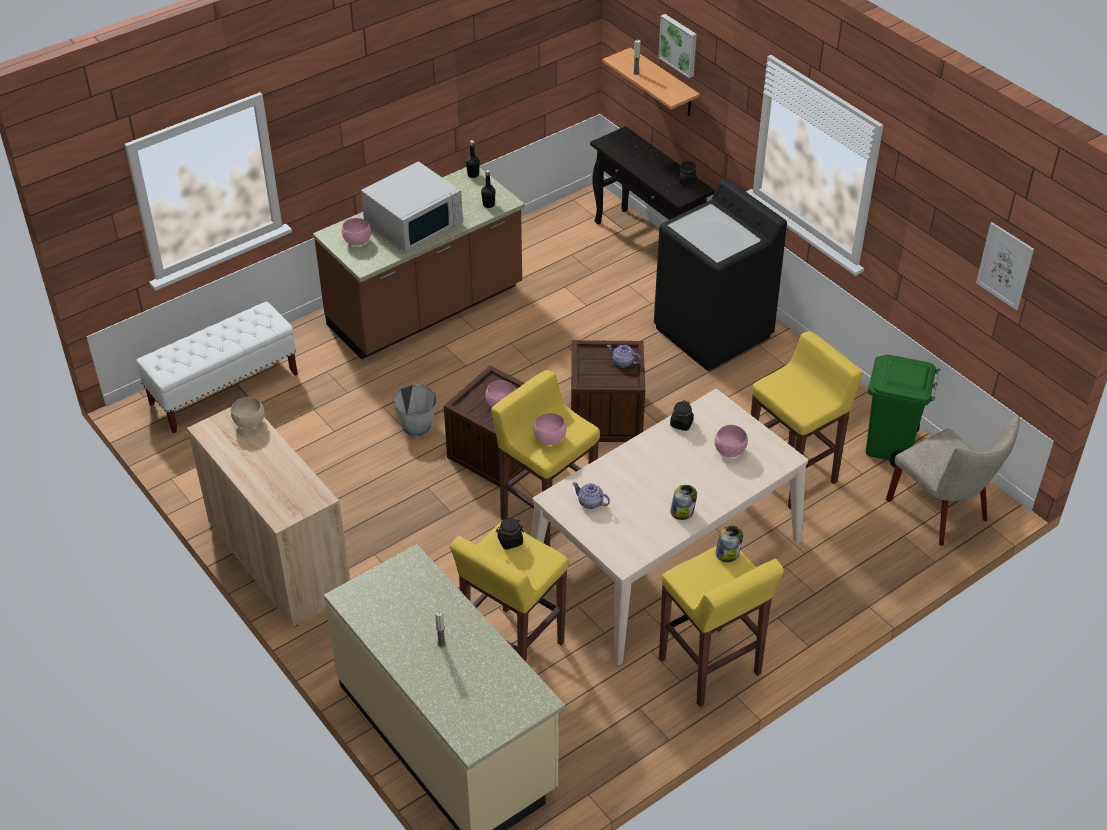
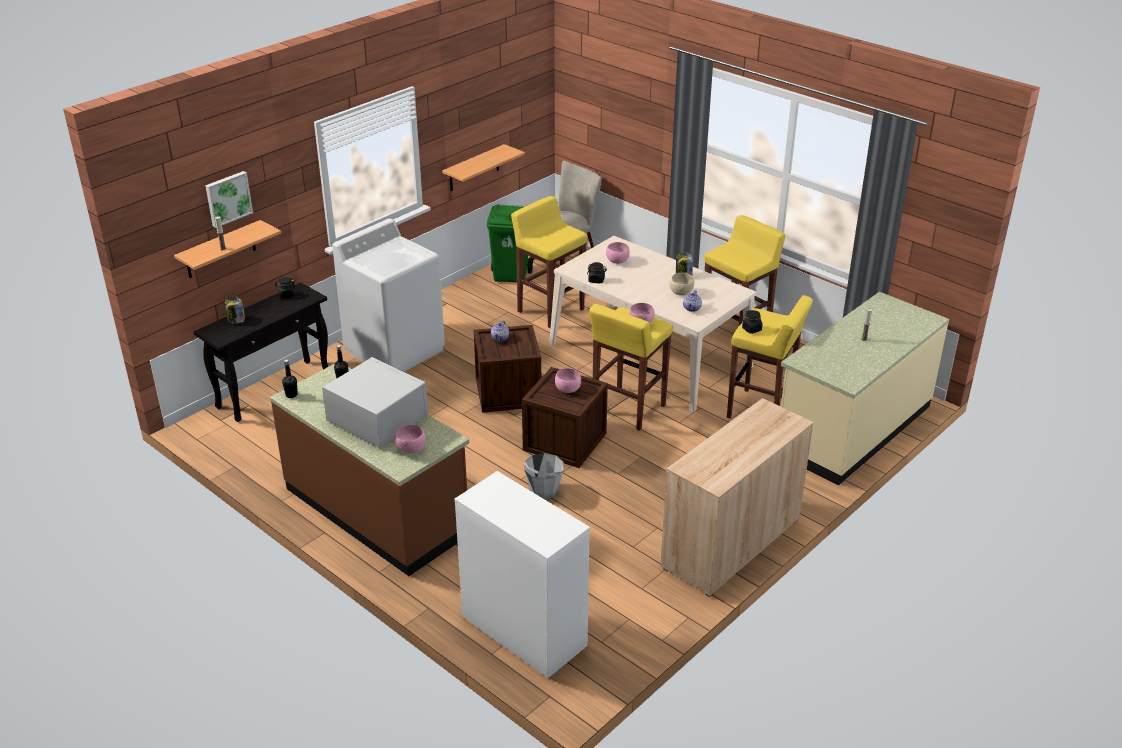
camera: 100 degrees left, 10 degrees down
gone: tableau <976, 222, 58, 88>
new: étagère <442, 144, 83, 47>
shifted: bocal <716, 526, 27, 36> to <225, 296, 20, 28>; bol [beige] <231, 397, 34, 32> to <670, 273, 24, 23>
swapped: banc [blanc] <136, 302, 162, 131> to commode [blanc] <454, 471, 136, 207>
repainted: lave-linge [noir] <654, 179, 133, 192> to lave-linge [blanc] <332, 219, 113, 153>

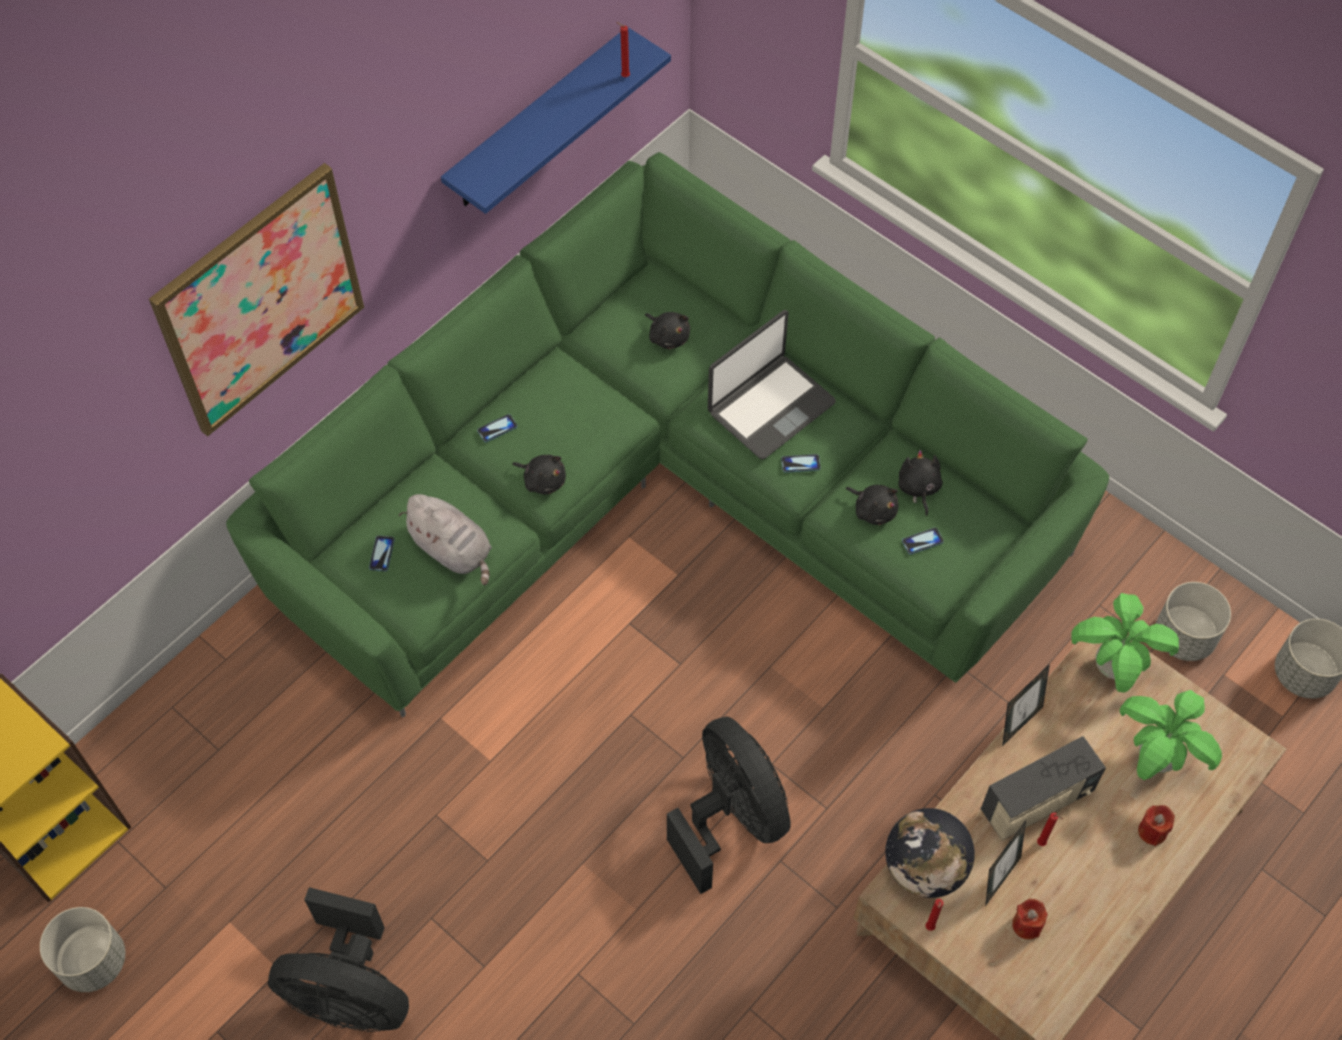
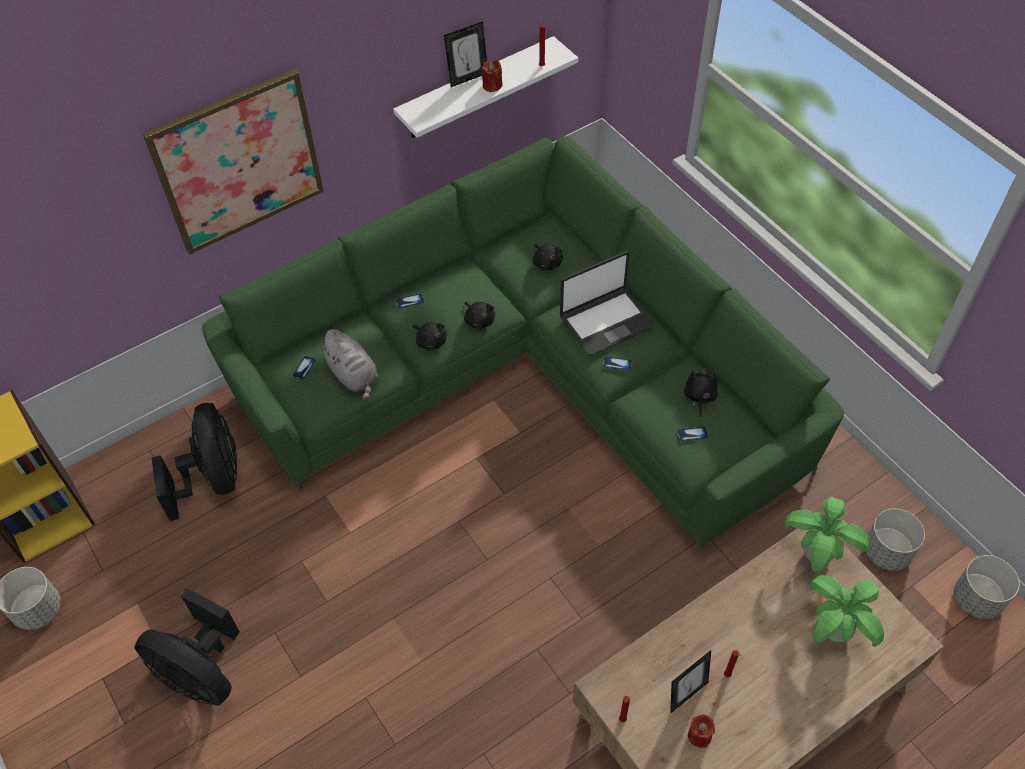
camera: 15 degrees right, 5 degrees down
gone: globe <885, 808, 90, 90>; radio <981, 736, 125, 104>
shifted: ventilateur [noir] <667, 716, 124, 178> to <151, 403, 86, 118>; cadre photo <1002, 664, 48, 82> to <444, 21, 43, 66>; peluche [noir] <846, 485, 52, 40> to <464, 302, 31, 27>; bougie [rouge] <1138, 805, 37, 41> to <481, 60, 22, 32>
repainted: étagère [bleu] <441, 27, 230, 187> to étagère [blanc] <393, 36, 185, 102>

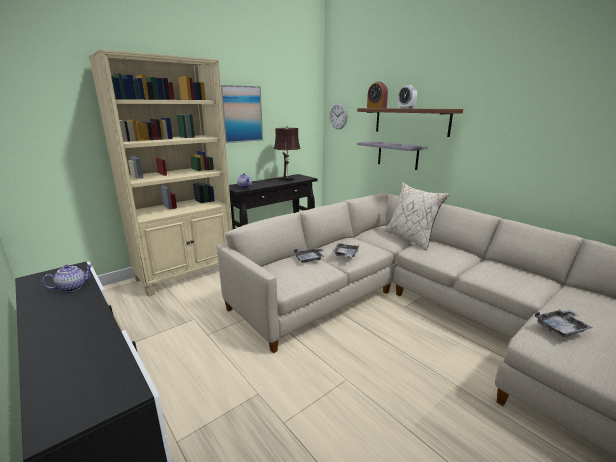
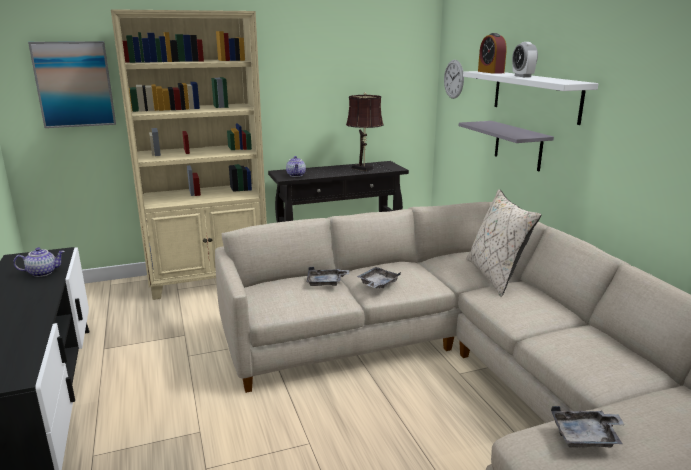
camera: 20 degrees right, 0 degrees up
shifted: tableau <221, 85, 42, 58> to <28, 41, 88, 87>
repainted: étagère [marron] <357, 108, 106, 29> to étagère [blanc] <463, 71, 136, 54>

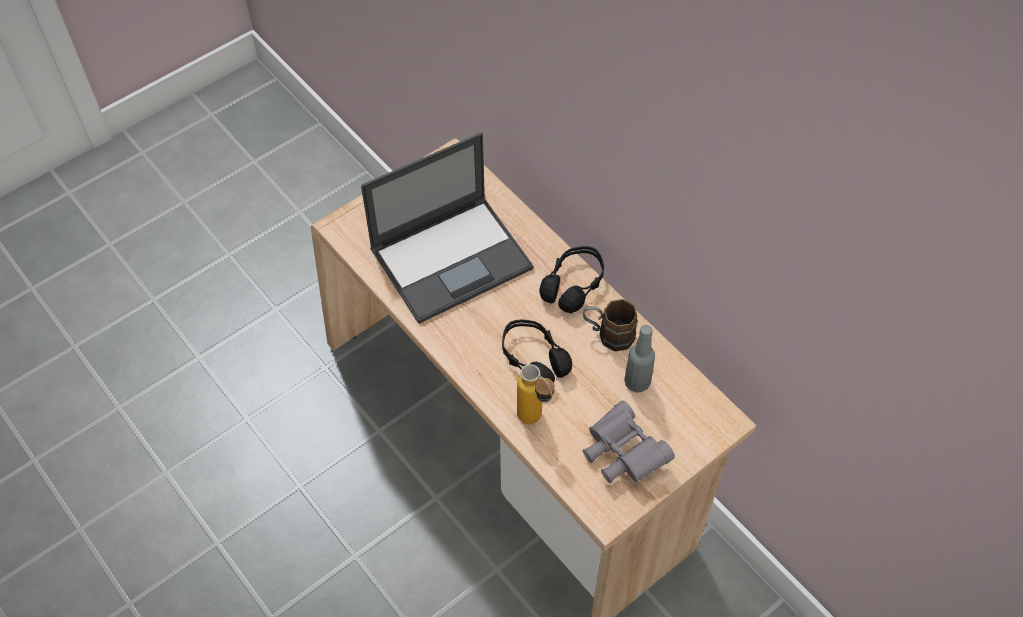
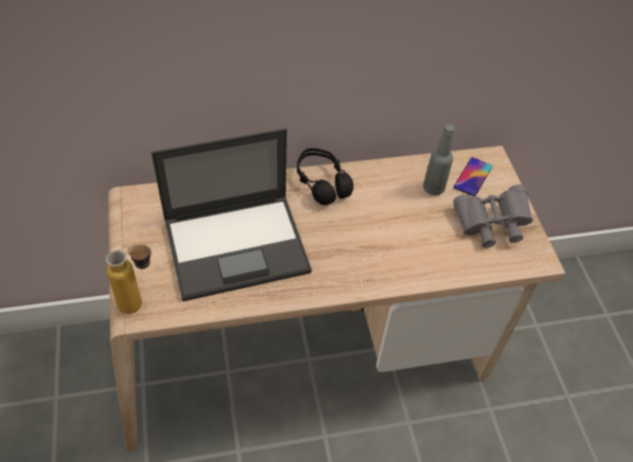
camera: 65 degrees left, 5 degrees down
gone: casque audio [noir] <502, 320, 70, 62>; mug [marron] <583, 299, 55, 52>
new: téléphone <454, 157, 38, 39>
shifted: bouteille <517, 364, 38, 60> to <106, 244, 46, 70>
rotated: ordinateur portable <361, 133, 173, 191> = <151, 128, 161, 173> 75 degrees clockwise

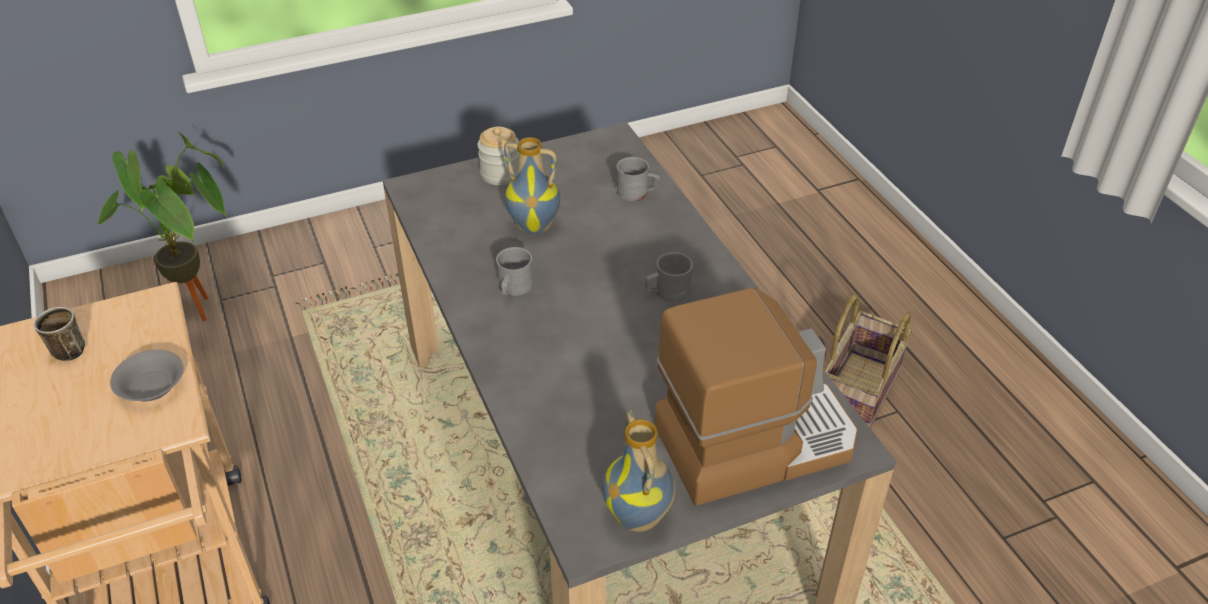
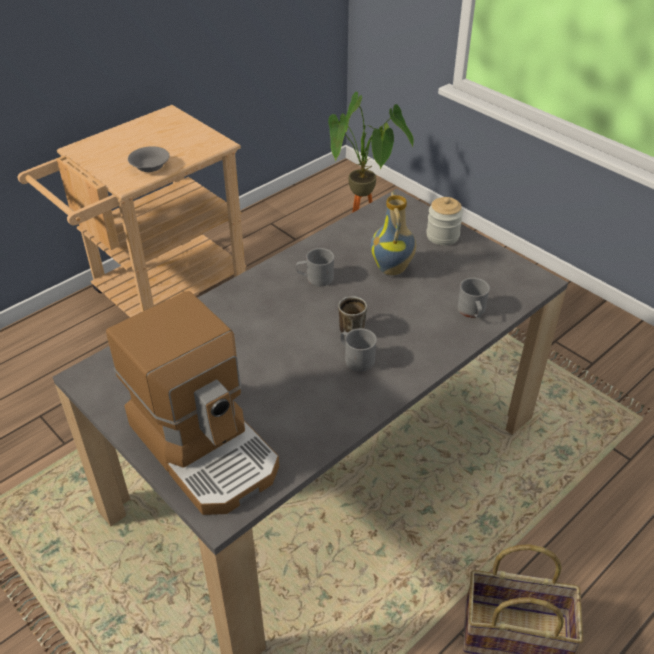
camera: 70 degrees right, 0 degrees up
gone: vase <602, 410, 74, 122>
shifted: mug <34, 307, 51, 54> to <338, 296, 29, 40>

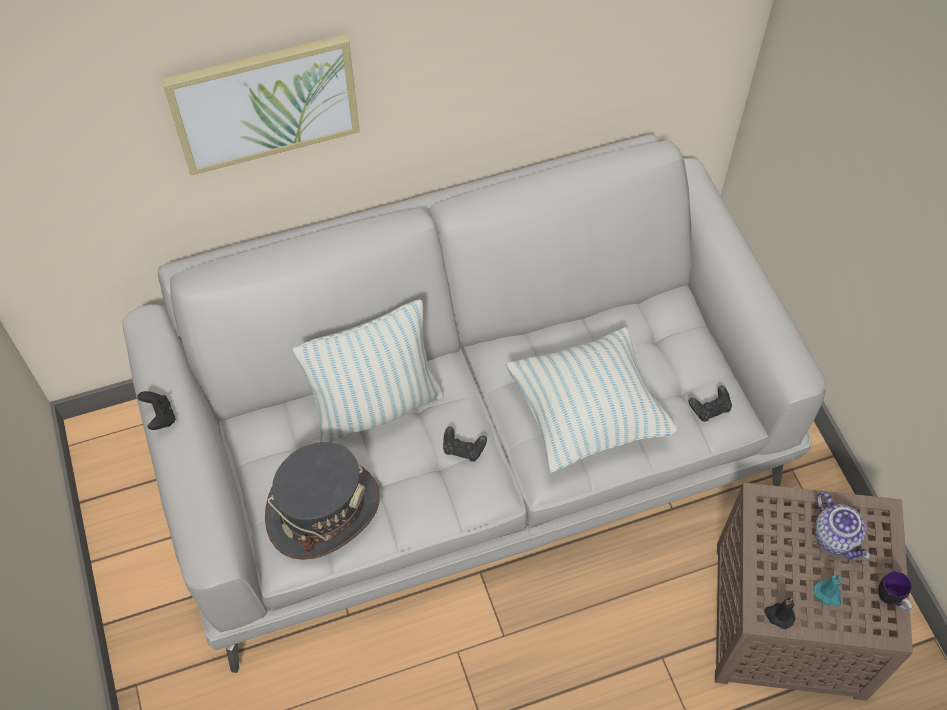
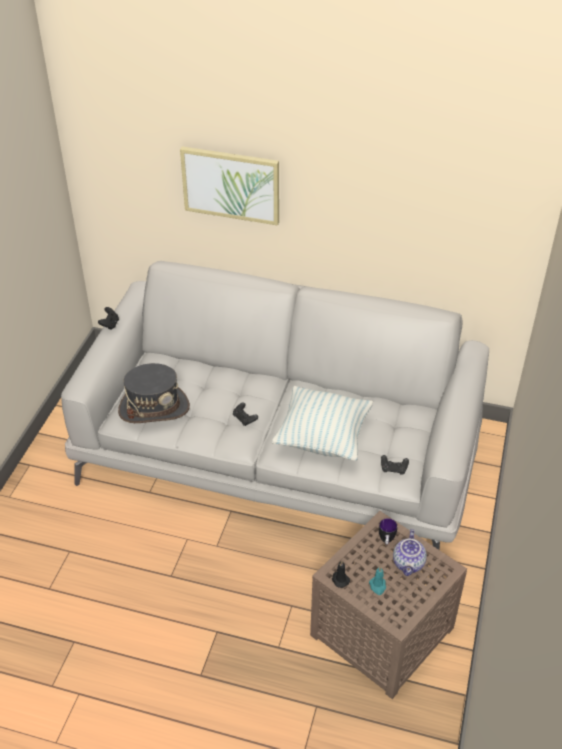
camera: 35 degrees right, 15 degrees down
gone: coussin <293, 299, 151, 144>
shifted: mug <878, 571, 34, 40> to <379, 518, 18, 27>

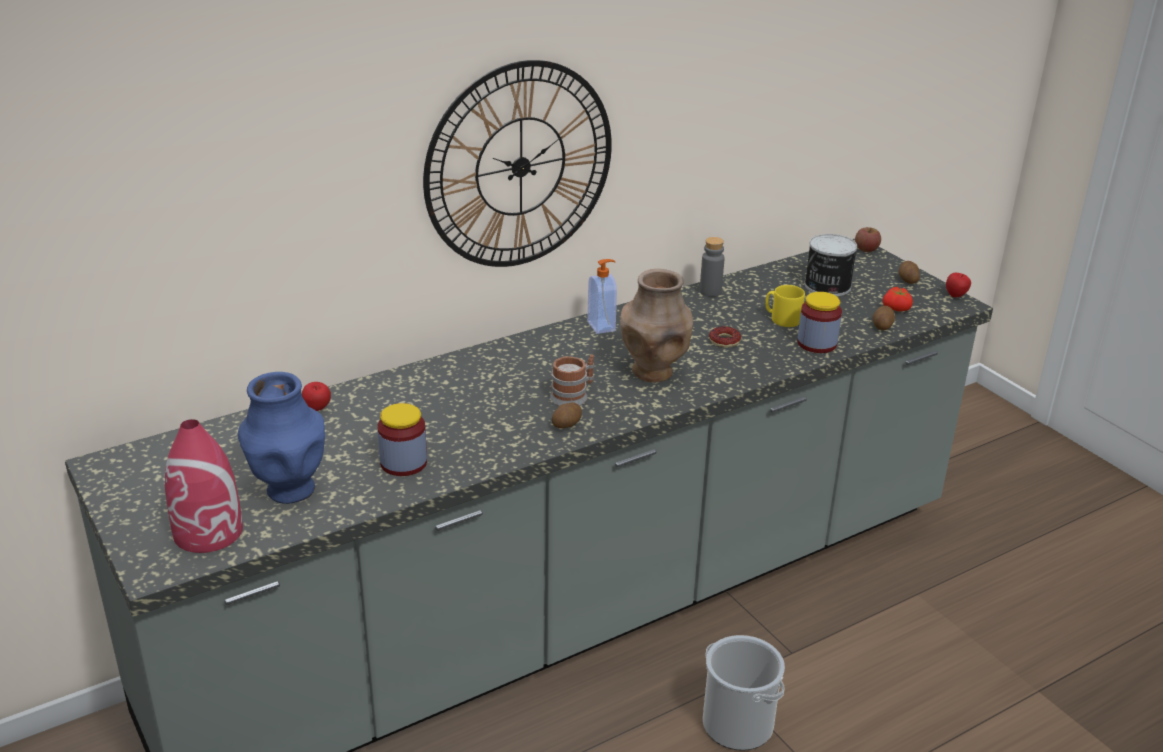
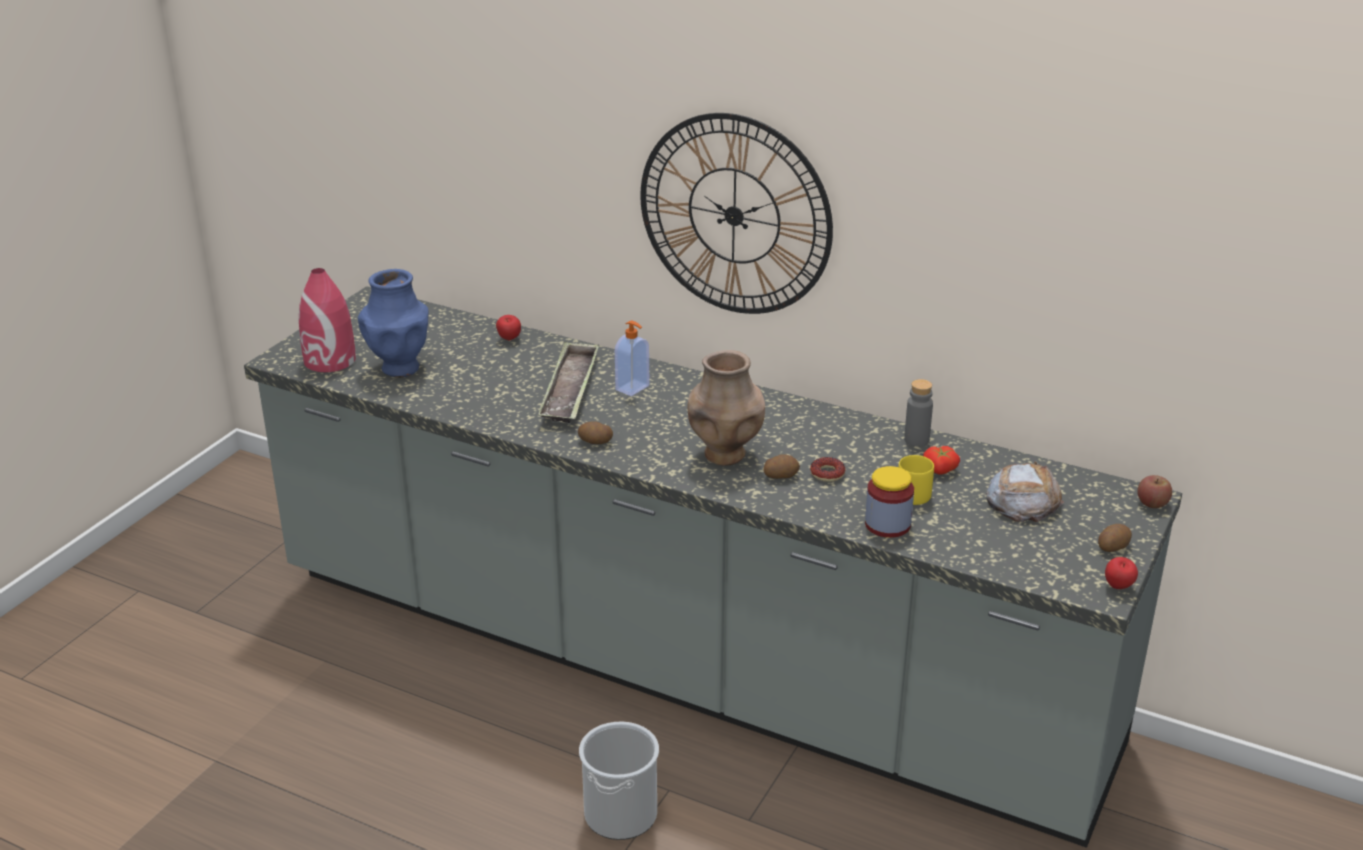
camera: 60 degrees right, 0 degrees up
gone: bocal <377, 403, 50, 73>; mug <550, 354, 44, 52>
new: plateau <538, 341, 61, 82>
shifted: distributeur de savon <587, 259, 30, 75> to <615, 321, 34, 75>; pomme de terre <873, 306, 22, 24> to <763, 454, 37, 25>; tomate <883, 287, 30, 25> to <923, 446, 37, 29>
swapped: boîte métallique <804, 234, 53, 62> to pain <986, 461, 78, 61>

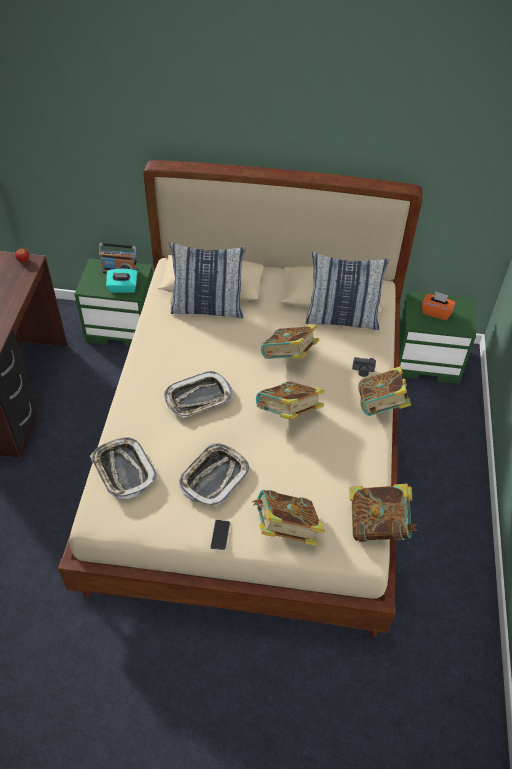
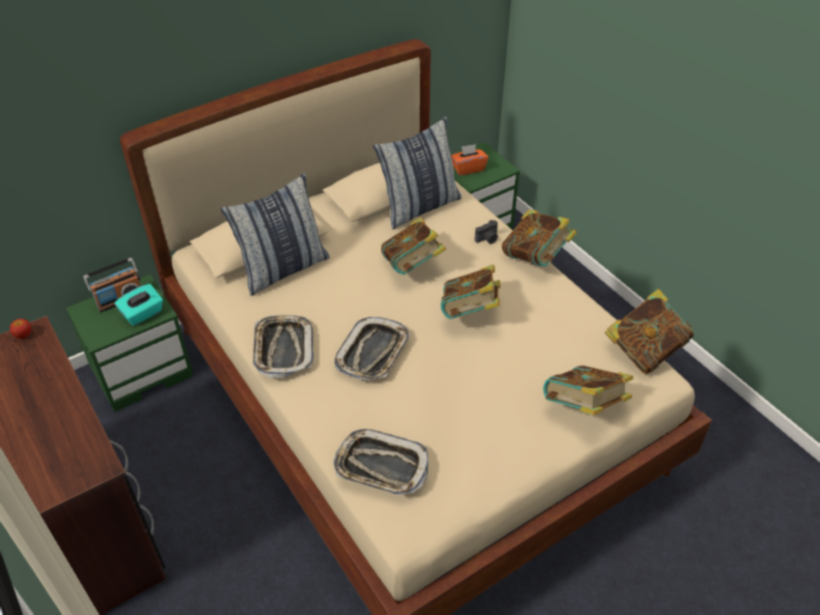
camera: 40 degrees left, 5 degrees down
gone: téléphone <210, 520, 21, 30>
shifted: plateau <179, 443, 70, 64> to <253, 315, 61, 63>

